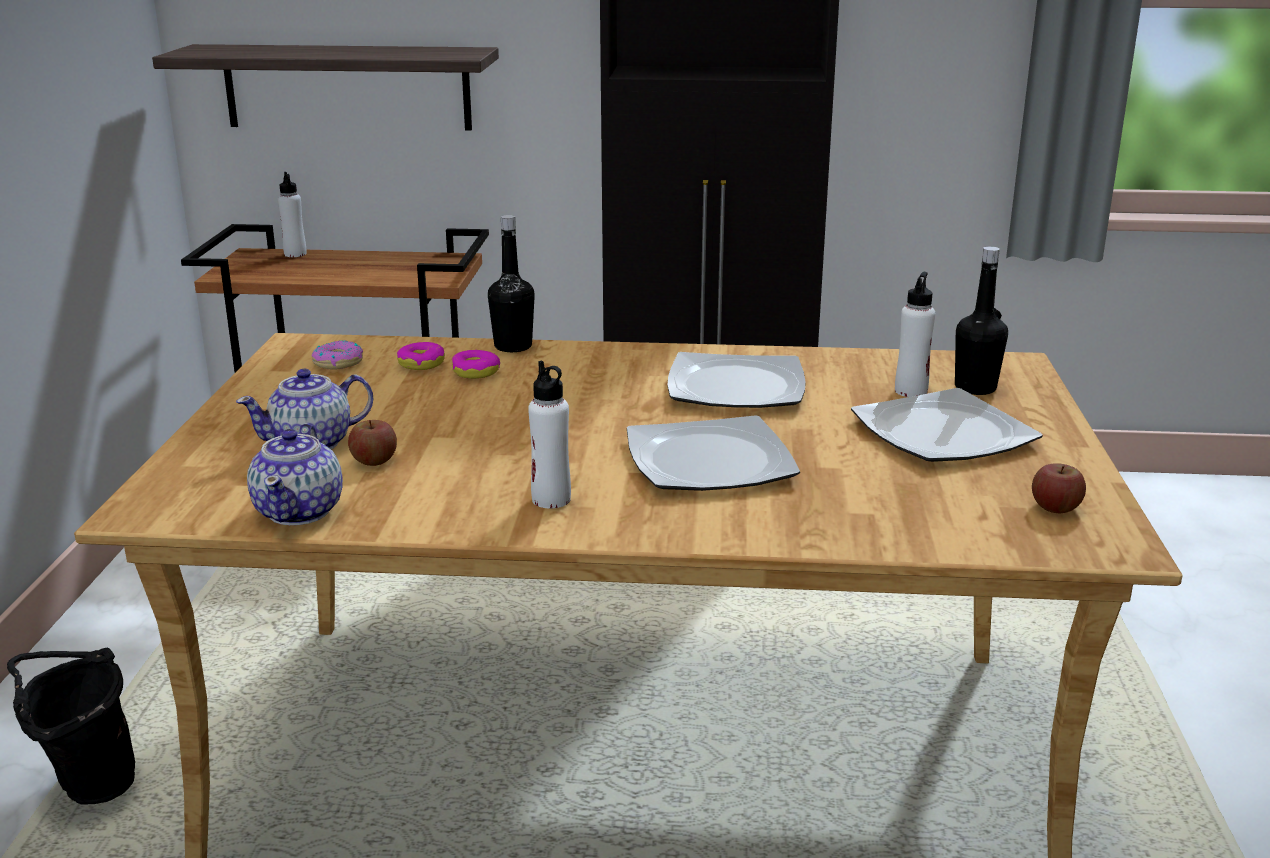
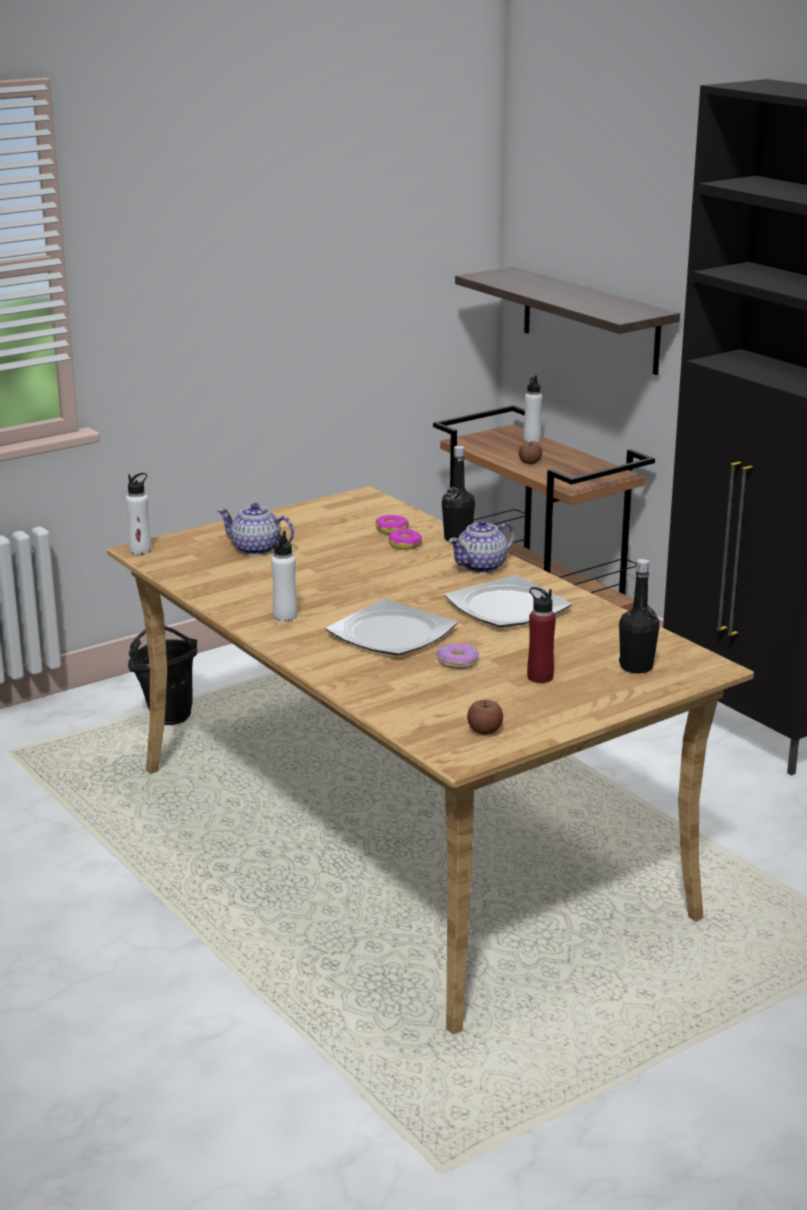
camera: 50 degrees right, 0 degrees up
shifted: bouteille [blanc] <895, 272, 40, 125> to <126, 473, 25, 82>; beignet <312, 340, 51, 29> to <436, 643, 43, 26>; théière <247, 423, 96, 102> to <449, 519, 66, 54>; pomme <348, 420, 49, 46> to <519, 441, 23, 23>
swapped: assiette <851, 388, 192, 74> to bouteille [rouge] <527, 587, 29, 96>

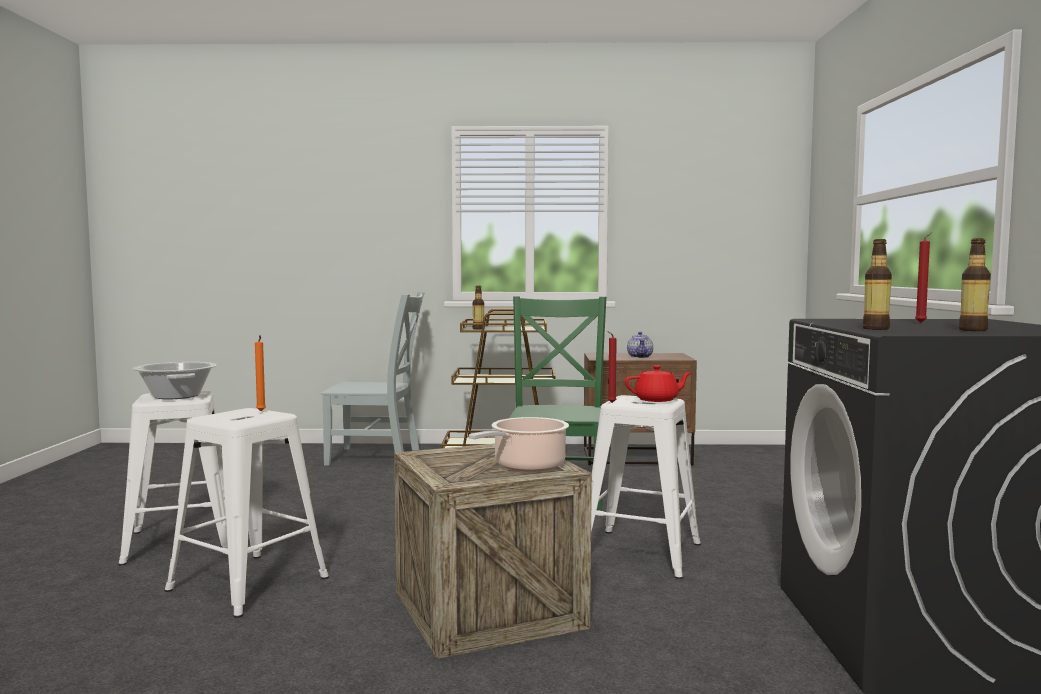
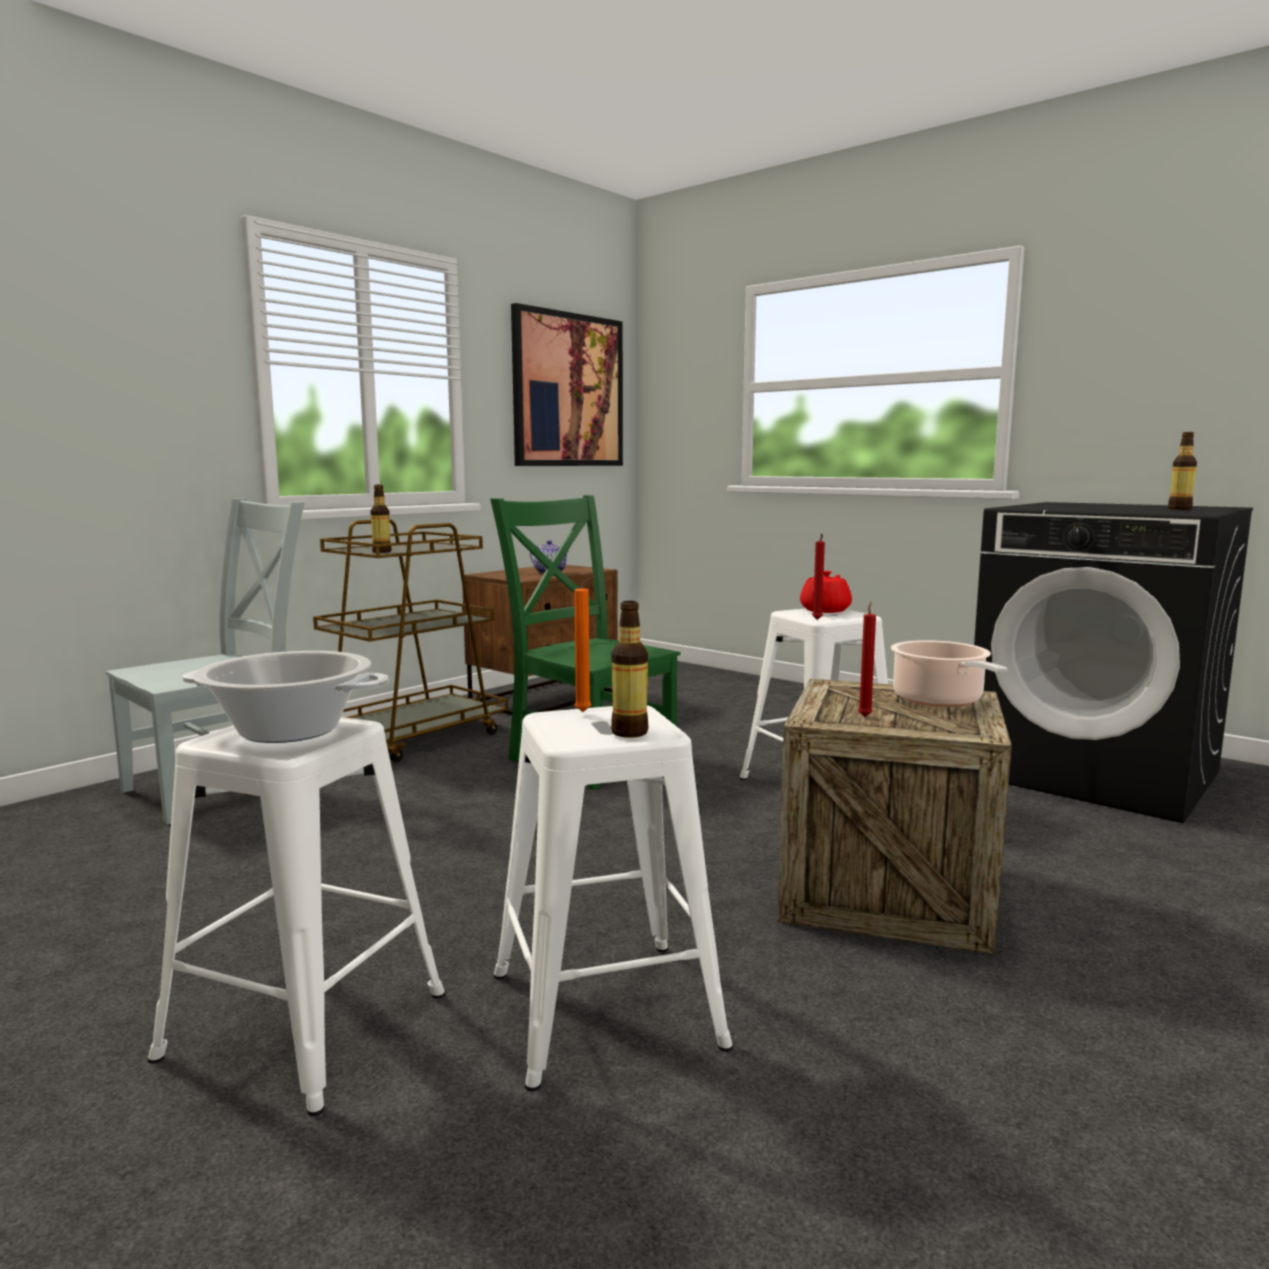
camera: 50 degrees left, 5 degrees up
new: tableau <511, 303, 112, 163>
shifted: bouteille <862, 239, 30, 91> to <611, 601, 37, 137>; bougie [rouge] <915, 232, 17, 91> to <858, 602, 18, 115>

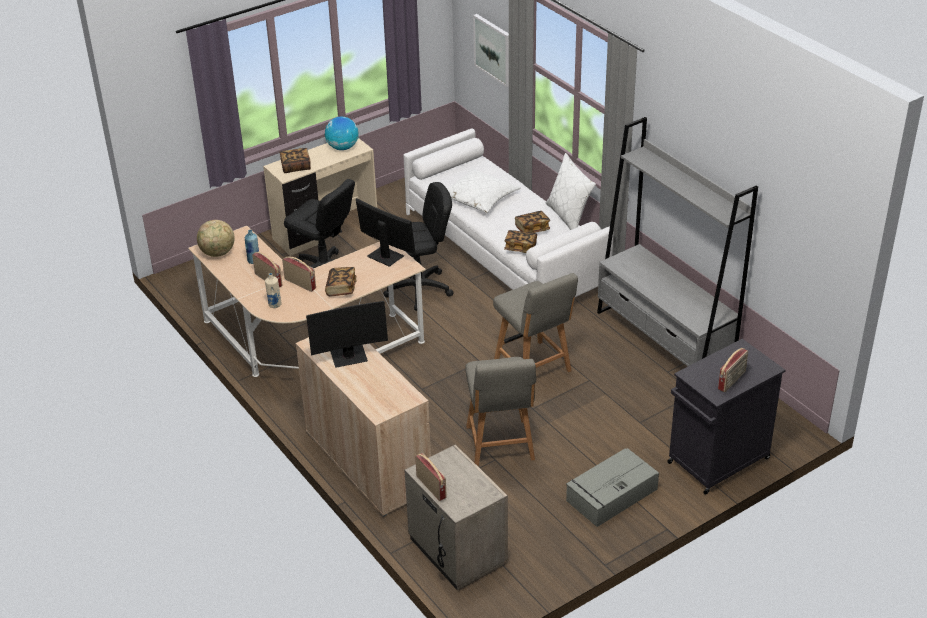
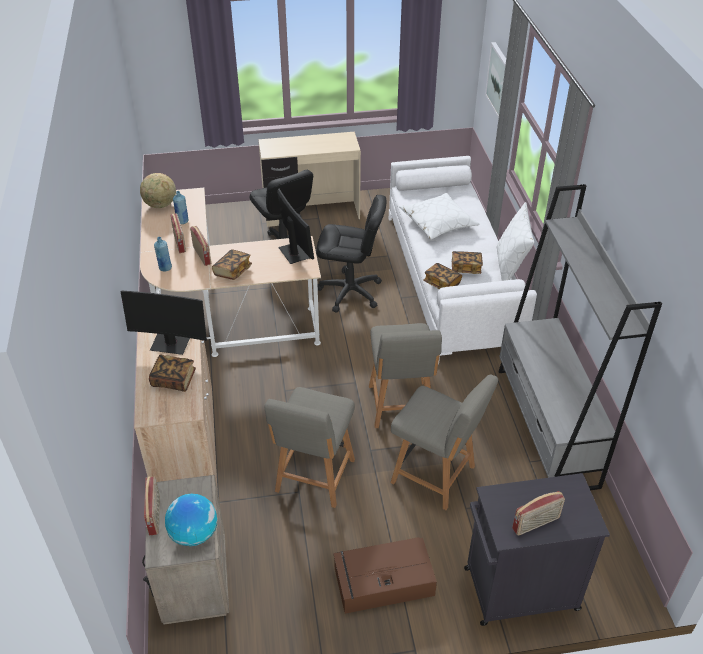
camera: 25 degrees right, 5 degrees up
new: chaise [gris] <390, 374, 108, 136>
shifted: livre <280, 148, 31, 25> to <149, 355, 47, 37>; globe <325, 117, 33, 33> to <165, 493, 52, 53>
repainted: bouteille [beige] <265, 273, 16, 35> to bouteille [bleu] <154, 237, 18, 35>; boîte de rangement [gris] <566, 448, 93, 79> to boîte de rangement [marron] <333, 537, 104, 77>

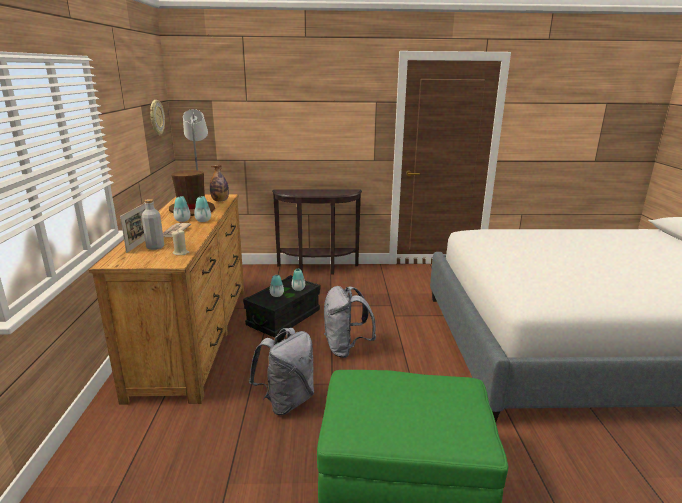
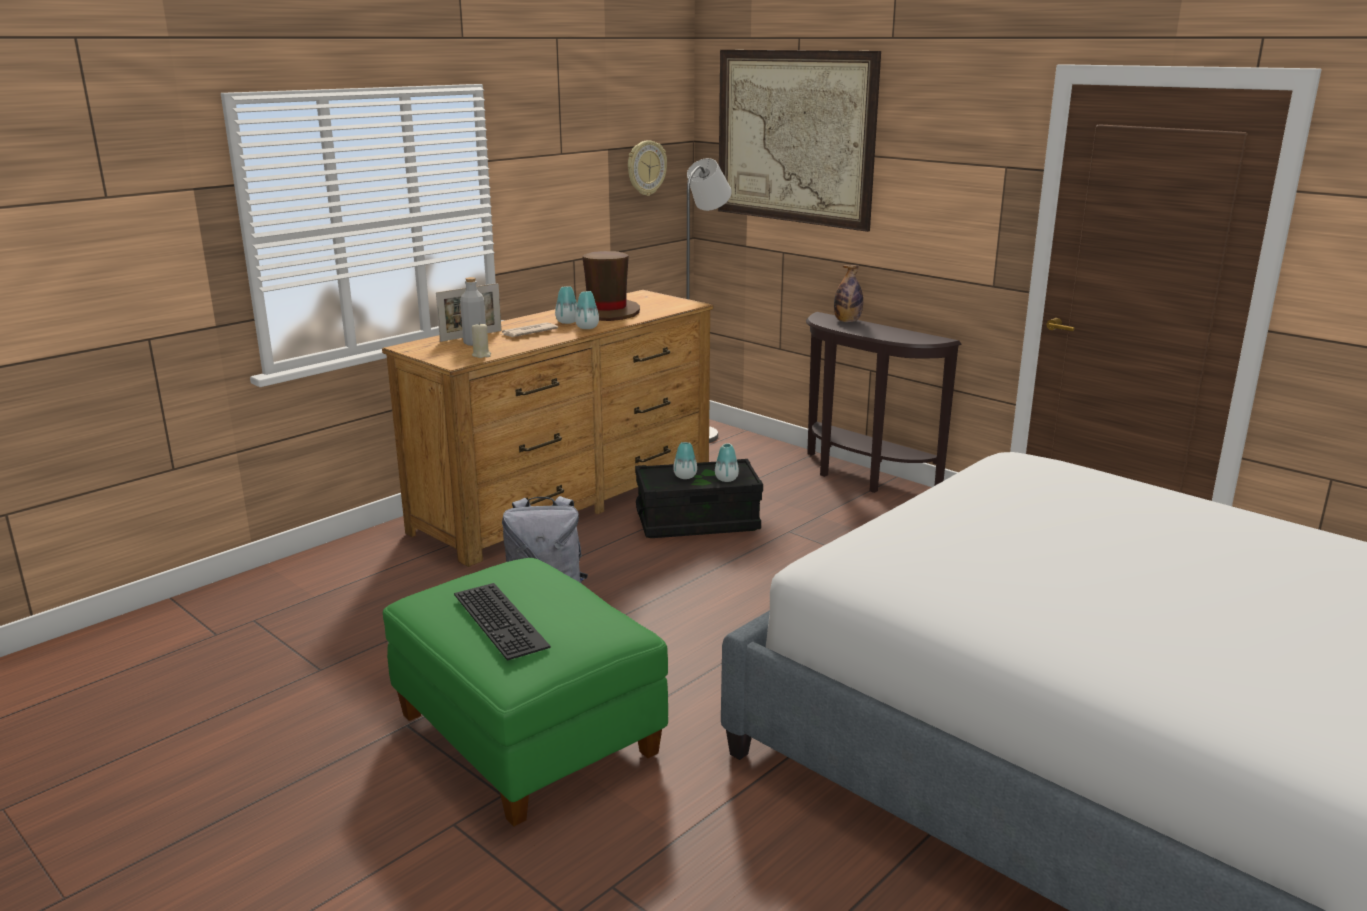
camera: 45 degrees right, 0 degrees up
gone: sac à dos [gris] <324, 286, 52, 72>
new: clavier <454, 583, 97, 78>; tableau <718, 50, 163, 182>
shifted: bouteille <210, 165, 19, 37> to <834, 265, 29, 57>

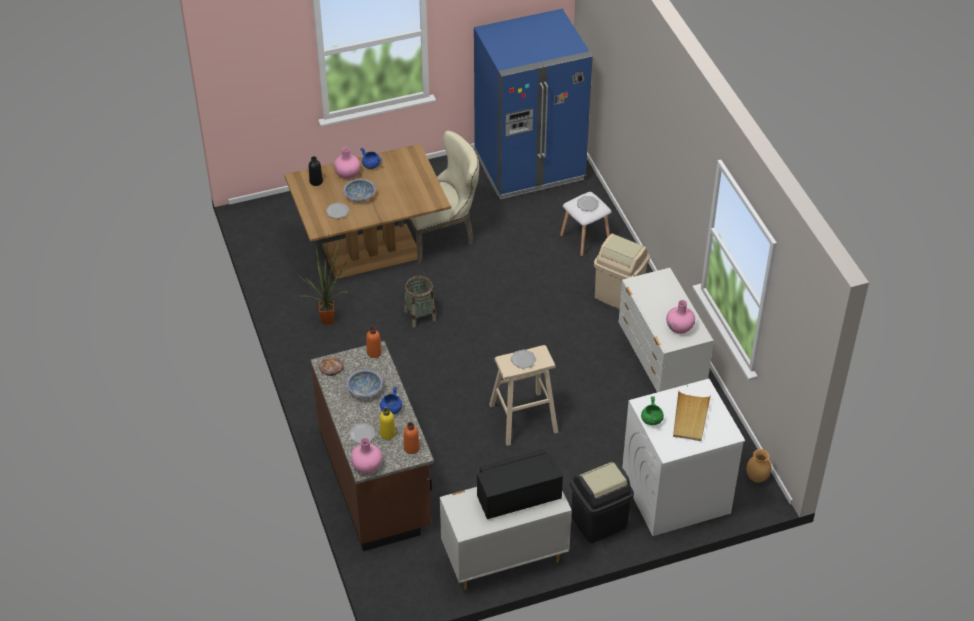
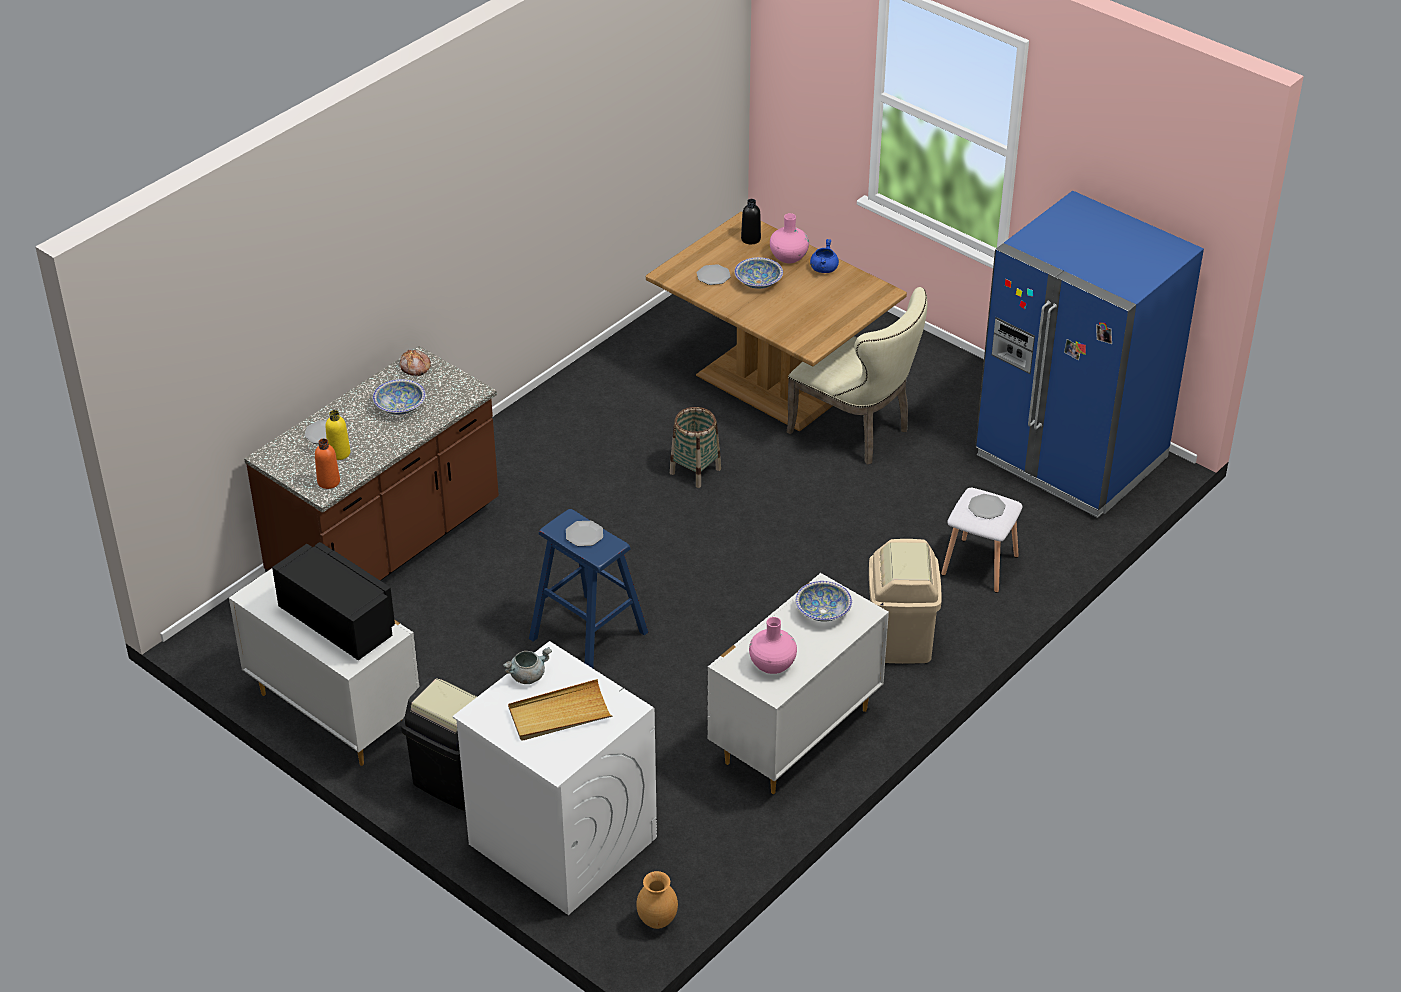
camera: 60 degrees right, 5 degrees down
gone: plante en pot <299, 232, 50, 93>; vase [rose] <351, 438, 31, 36>; bouteille [orange] <366, 327, 16, 31>; marmite [bleu] <380, 386, 22, 28>
new: bol <795, 581, 57, 41>
repainted: marmite [vert] <641, 396, 23, 29> to marmite [gris] <503, 647, 49, 37>; tabouret [beige] <489, 345, 69, 101> to tabouret [bleu] <529, 509, 119, 159>

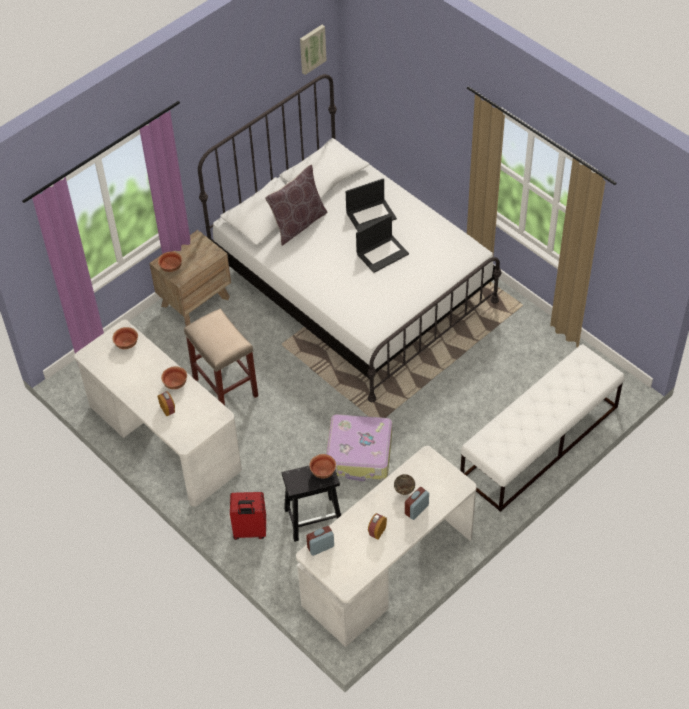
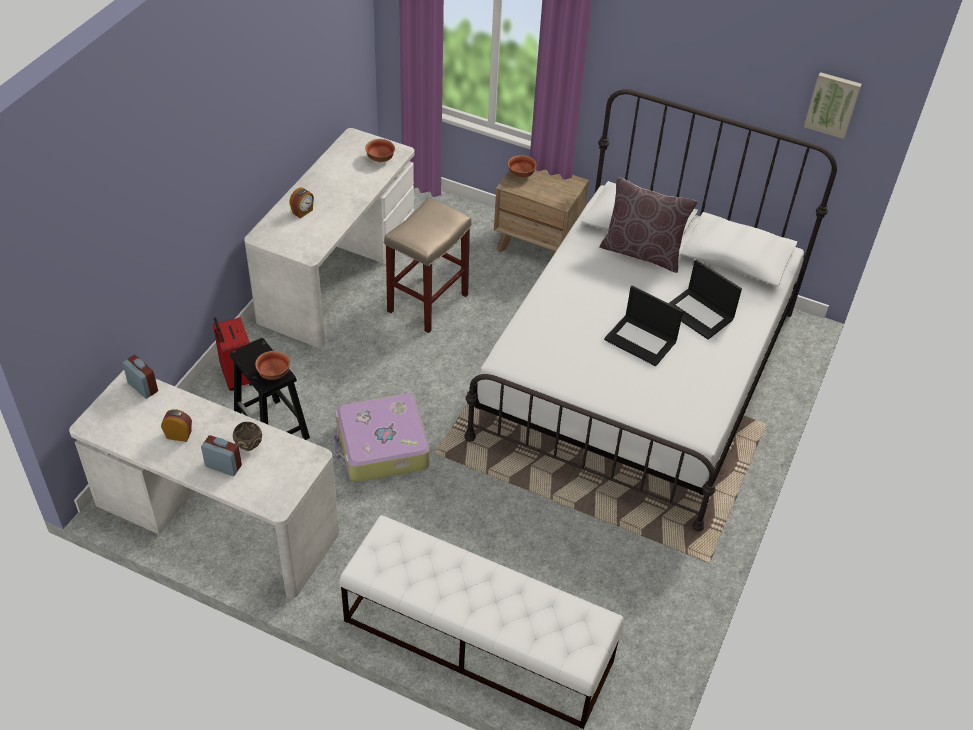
camera: 65 degrees right, 5 degrees down
gone: bol <161, 366, 26, 23>

